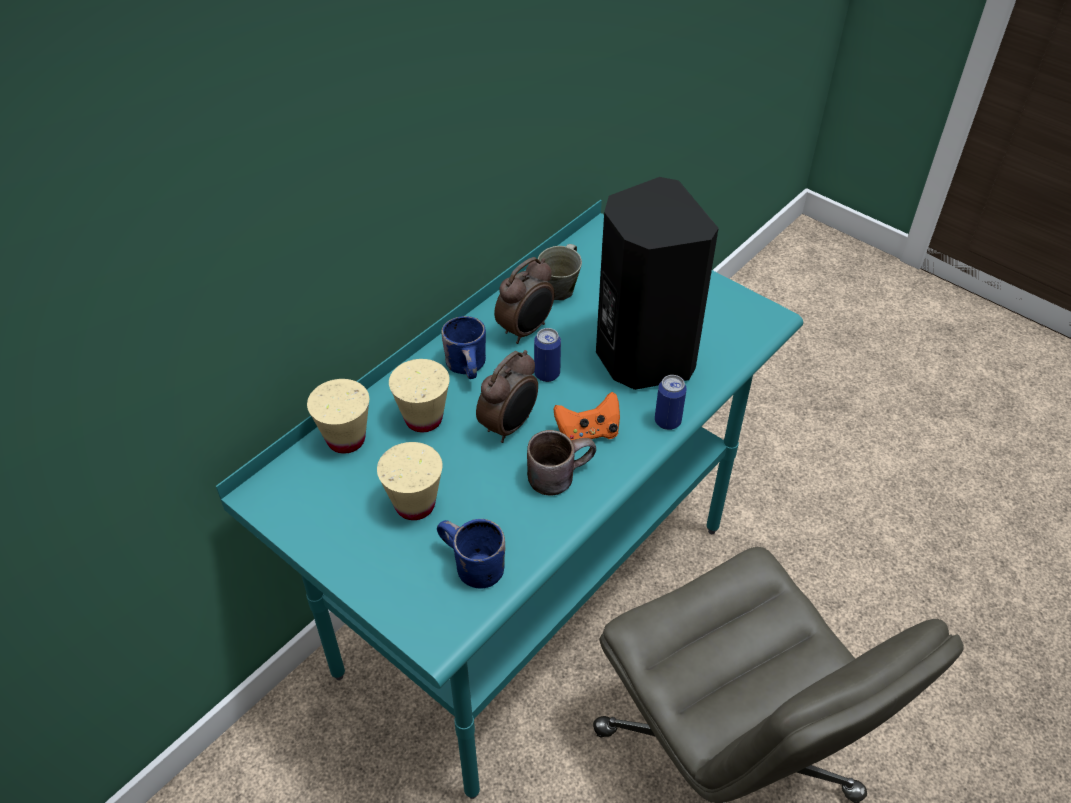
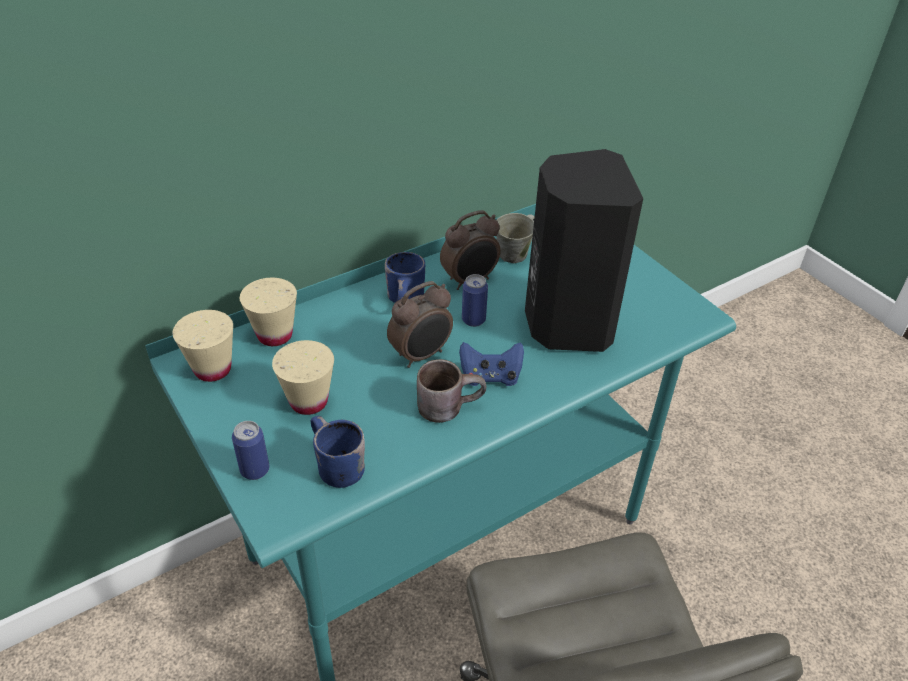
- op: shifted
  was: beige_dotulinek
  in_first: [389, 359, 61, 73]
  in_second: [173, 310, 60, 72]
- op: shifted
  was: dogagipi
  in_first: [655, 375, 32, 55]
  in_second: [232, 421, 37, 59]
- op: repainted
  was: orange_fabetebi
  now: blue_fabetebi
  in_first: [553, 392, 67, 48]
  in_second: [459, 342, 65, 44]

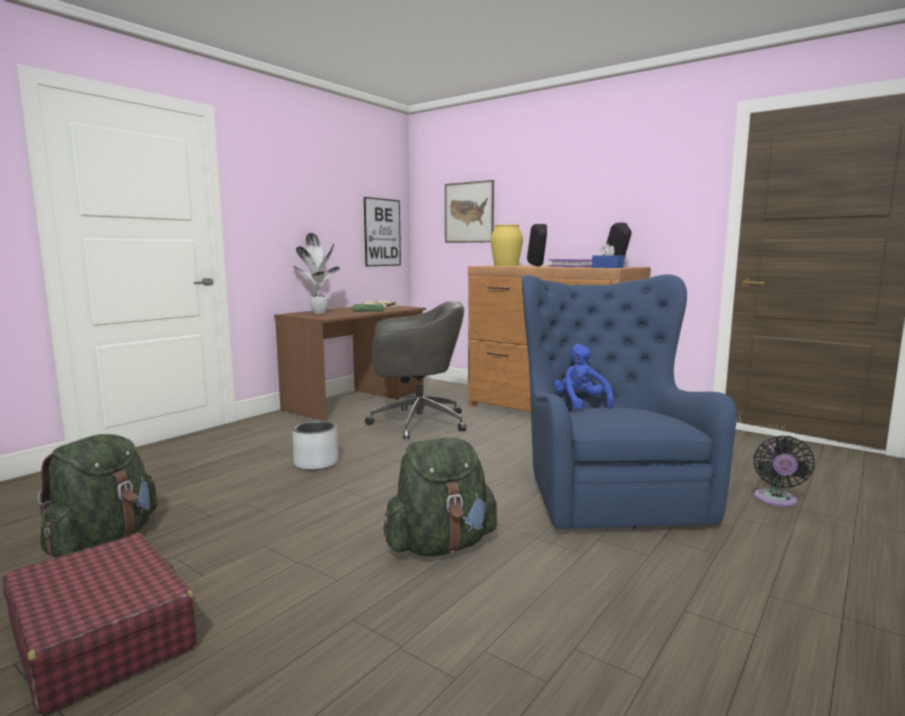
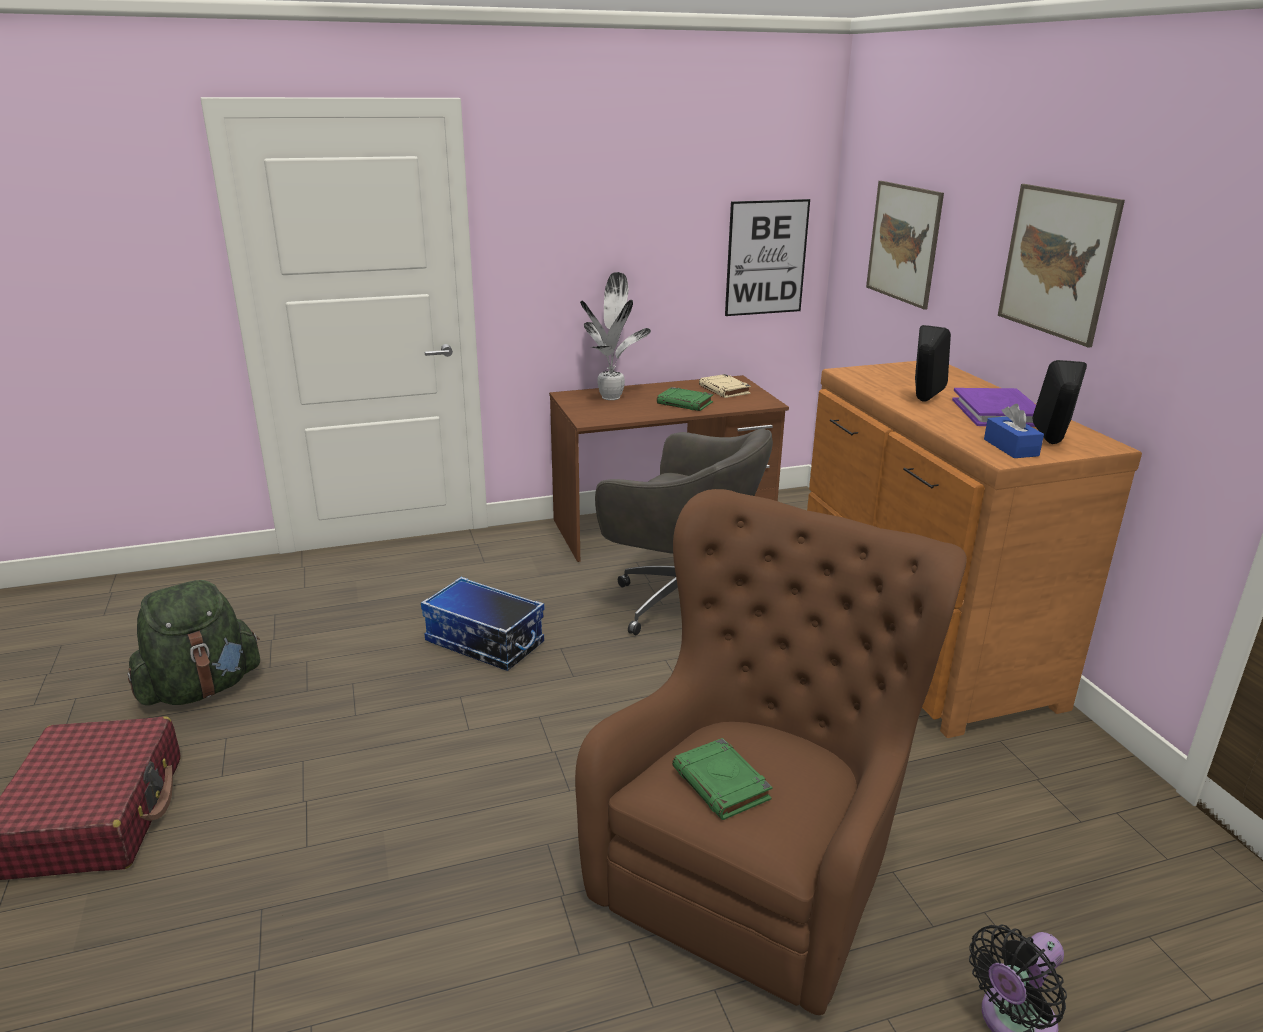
- op: gone
  was: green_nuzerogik
  in_first: [384, 437, 113, 119]
- op: gone
  was: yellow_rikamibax
  in_first: [491, 225, 32, 41]
- op: gone
  was: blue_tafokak
  in_first: [554, 344, 60, 66]
- op: new
  now: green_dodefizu
  in_second: [672, 738, 101, 82]
- op: new
  now: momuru
  in_second: [998, 184, 127, 164]
- op: swapped
  was: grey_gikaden
  now: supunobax
  in_first: [292, 421, 46, 49]
  in_second: [421, 577, 124, 94]
- op: repainted
  was: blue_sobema
  now: brown_sobema
  in_first: [521, 274, 216, 255]
  in_second: [575, 489, 392, 526]

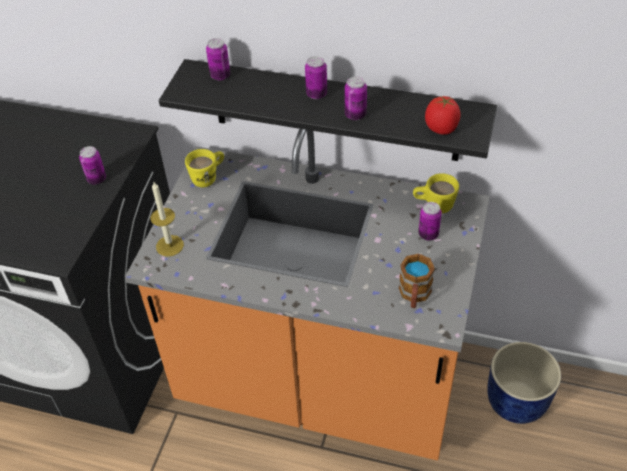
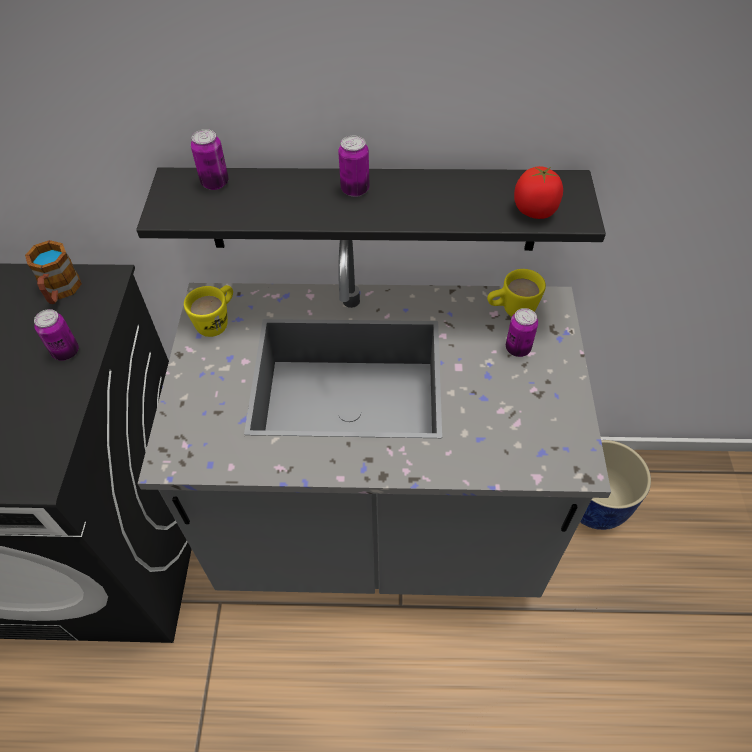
- op: gone
  was: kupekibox
  in_first: [150, 182, 34, 75]
- op: gone
  was: dogagipi
  in_first: [345, 76, 22, 44]
- op: shifted
  was: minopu
  in_first: [399, 254, 36, 54]
  in_second: [25, 240, 57, 64]
- op: repainted
  was: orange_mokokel
  now: grey_mokokel
  in_first: [125, 129, 365, 331]
  in_second: [138, 240, 473, 357]

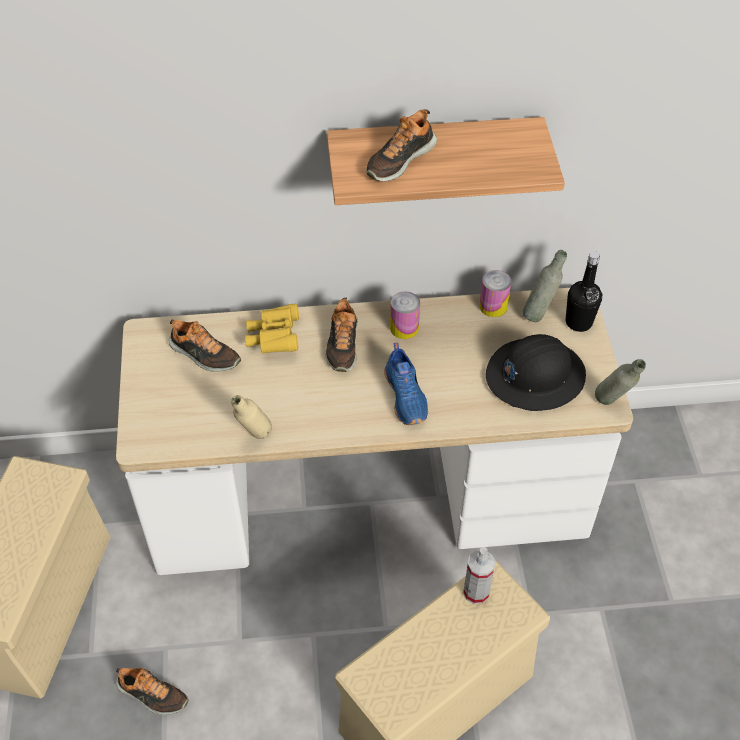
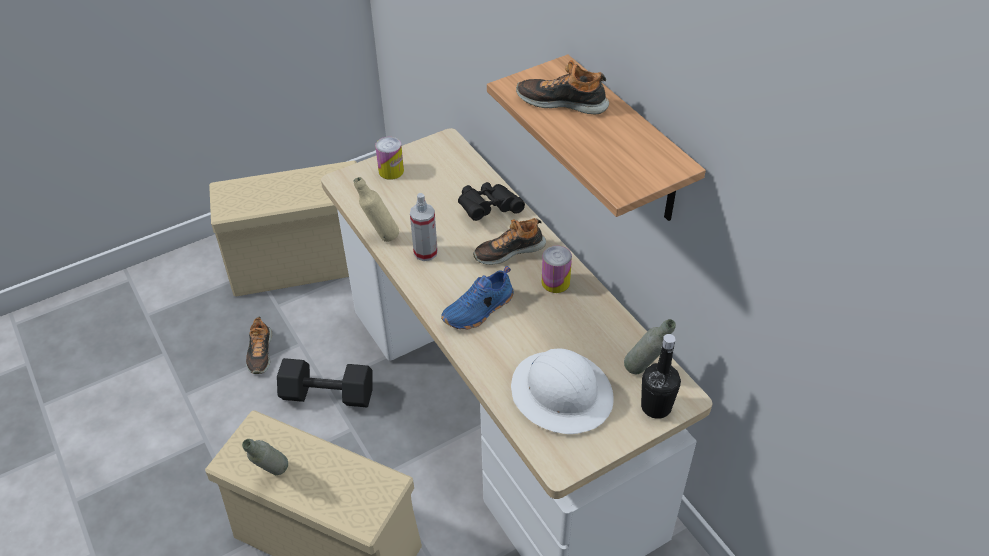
- op: gone
  was: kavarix
  in_first: [169, 320, 72, 52]
- op: new
  now: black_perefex
  in_second: [277, 358, 96, 49]
- op: shifted
  was: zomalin
  in_first: [463, 547, 32, 57]
  in_second: [410, 193, 28, 68]
- op: shifted
  was: dogagipi
  in_first: [479, 270, 33, 47]
  in_second: [375, 137, 29, 43]
- op: shifted
  was: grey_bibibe
  in_first: [595, 359, 51, 46]
  in_second: [242, 439, 46, 36]
- op: repainted
  was: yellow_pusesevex
  now: black_pusesevex
  in_first: [245, 304, 54, 50]
  in_second: [458, 182, 67, 39]
- op: repainted
  was: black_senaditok
  now: white_senaditok
  in_first: [486, 334, 100, 77]
  in_second: [511, 348, 103, 86]

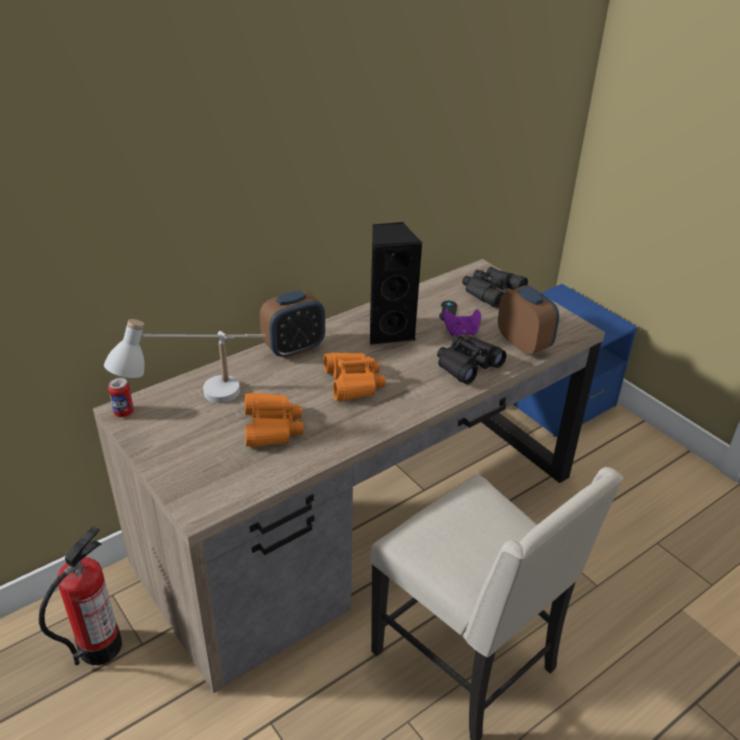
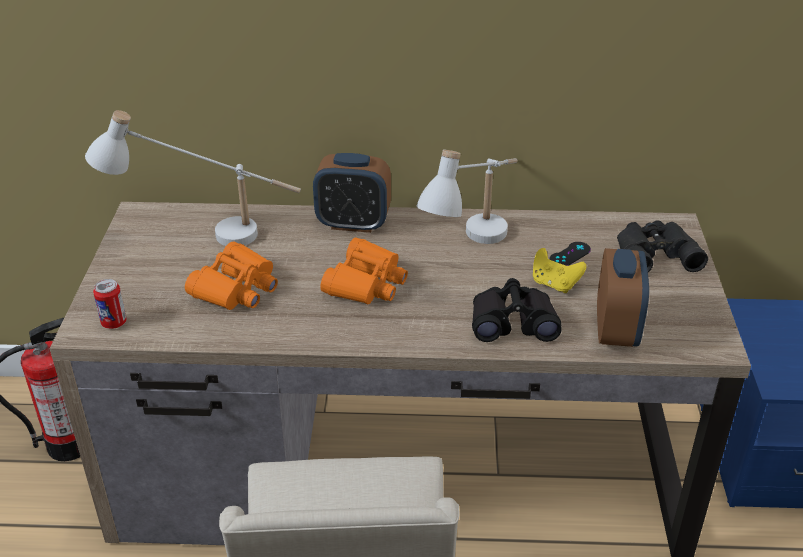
- op: shifted
  was: dogagipi
  in_first: [108, 378, 26, 39]
  in_second: [93, 279, 34, 50]
- op: swapped
  was: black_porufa
  now: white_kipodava
  in_first: [370, 222, 52, 123]
  in_second: [416, 150, 102, 94]
- op: repainted
  was: purple_fabetebi
  now: yellow_fabetebi
  in_first: [443, 310, 38, 26]
  in_second: [533, 248, 54, 45]

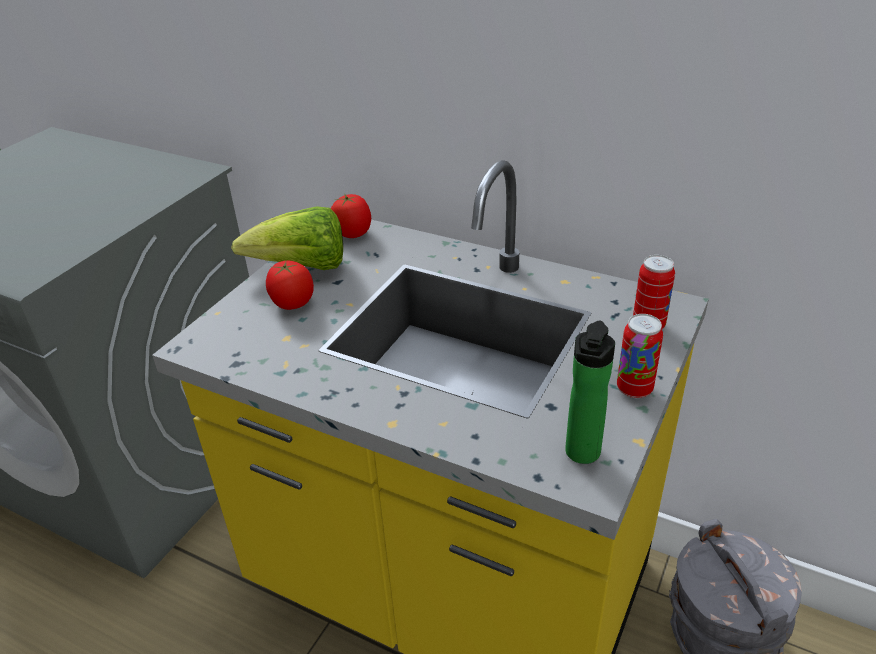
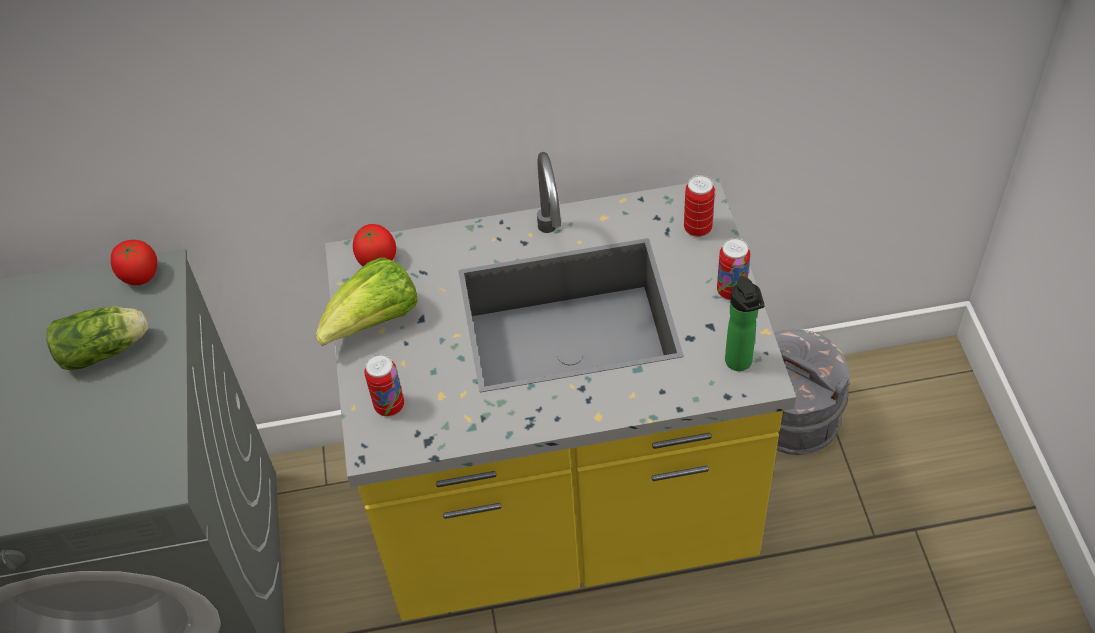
- op: new
  now: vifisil
  in_second: [46, 307, 102, 63]
- op: new
  now: dogagipi
  in_second: [364, 354, 40, 63]
- op: shifted
  was: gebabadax
  in_first: [266, 261, 48, 49]
  in_second: [111, 240, 46, 45]

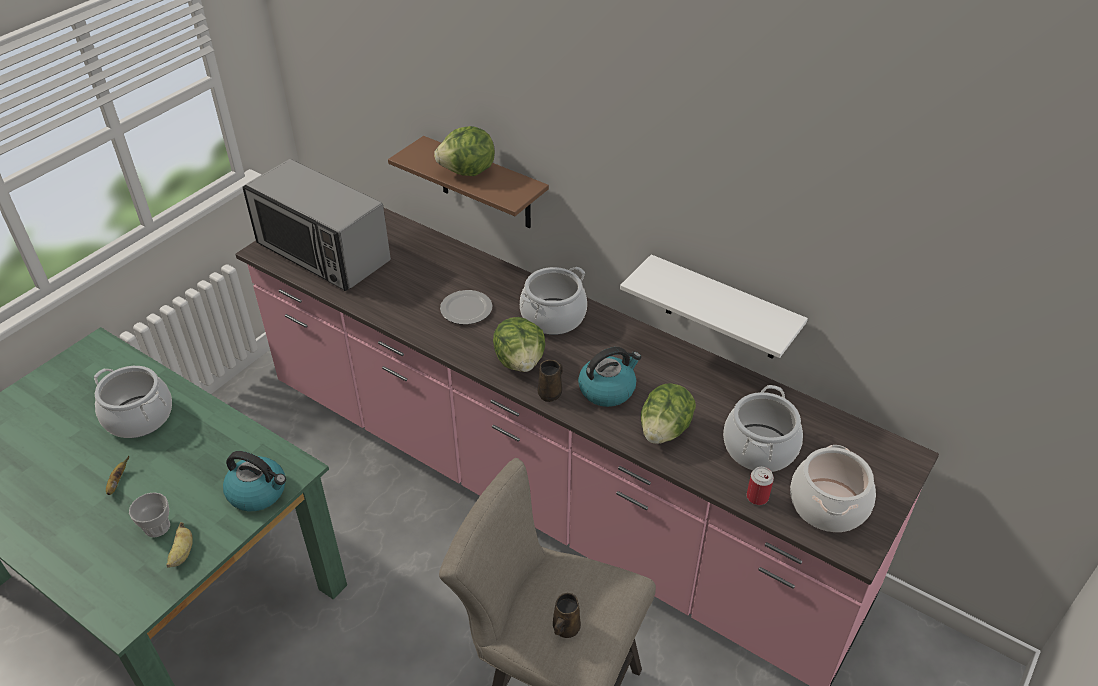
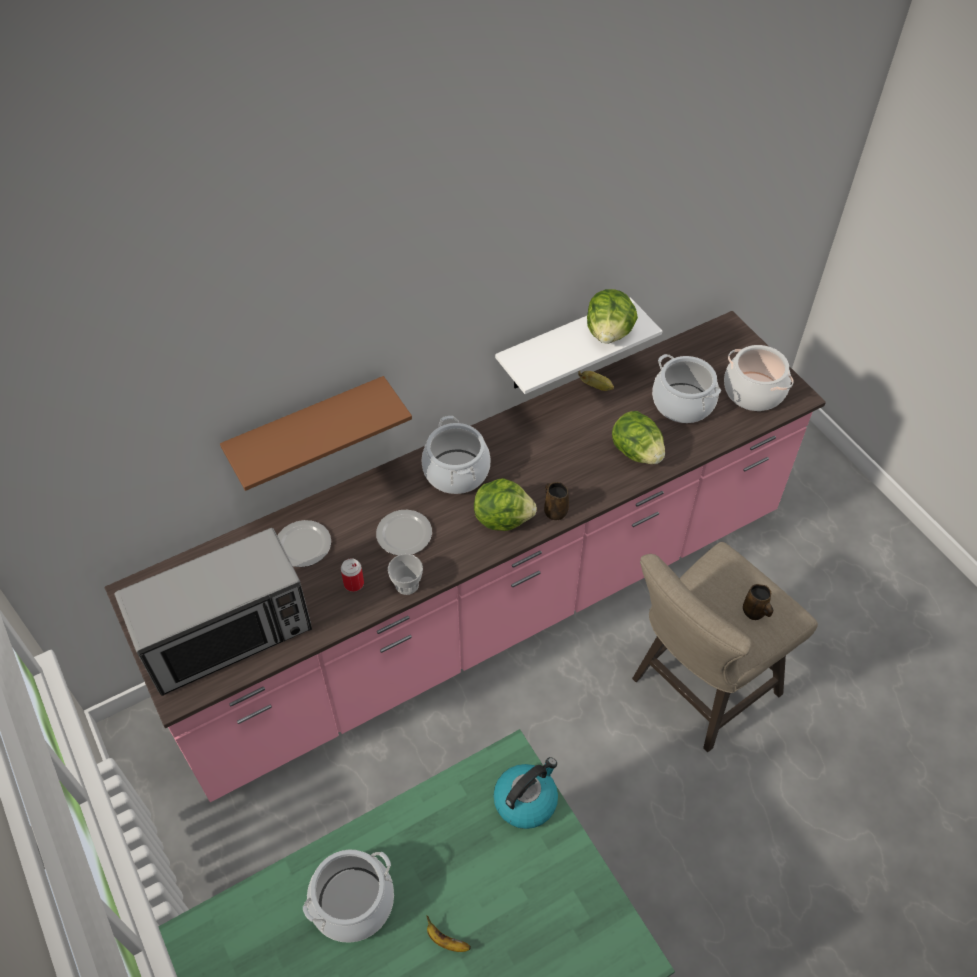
- op: gone
  was: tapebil
  in_first: [578, 347, 63, 60]
- op: new
  now: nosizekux
  in_second: [278, 520, 53, 47]
- op: shifted
  was: dotulinek
  in_first: [129, 492, 41, 46]
  in_second: [388, 554, 35, 41]
- op: shifted
  was: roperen
  in_first: [166, 522, 27, 46]
  in_second: [578, 371, 36, 20]
- op: shifted
  was: vifisil
  in_first: [434, 126, 61, 50]
  in_second: [587, 289, 51, 55]
- op: shifted
  was: dogagipi
  in_first: [747, 467, 27, 38]
  in_second: [341, 558, 23, 34]

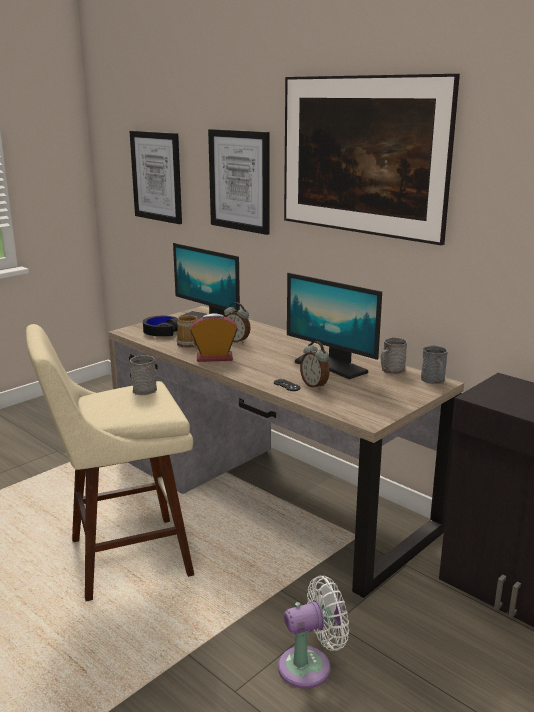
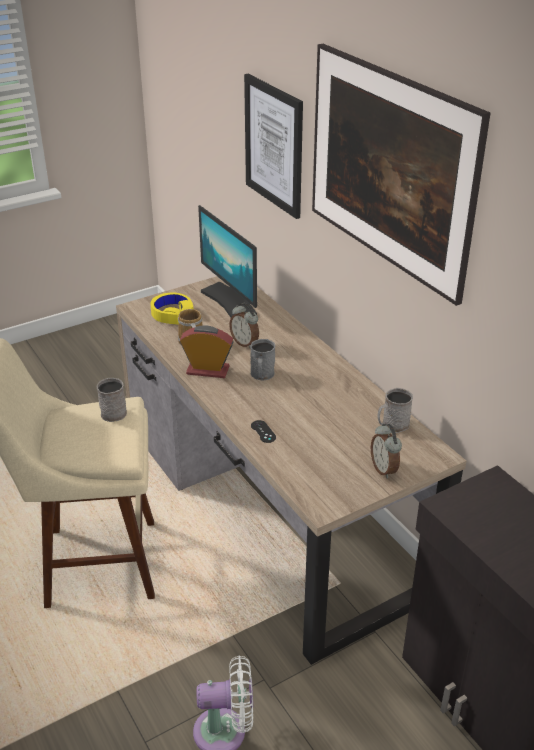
- op: gone
  was: momuru
  in_first: [130, 131, 52, 93]
- op: gone
  was: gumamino
  in_first: [287, 273, 95, 106]
- op: shifted
  was: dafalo
  in_first: [300, 341, 29, 49]
  in_second: [371, 424, 31, 55]
- op: shifted
  was: grey_minopu
  in_first: [421, 346, 27, 38]
  in_second: [250, 339, 25, 41]
- op: repainted
  was: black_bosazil
  now: yellow_bosazil
  in_first: [143, 316, 35, 20]
  in_second: [151, 293, 42, 32]

